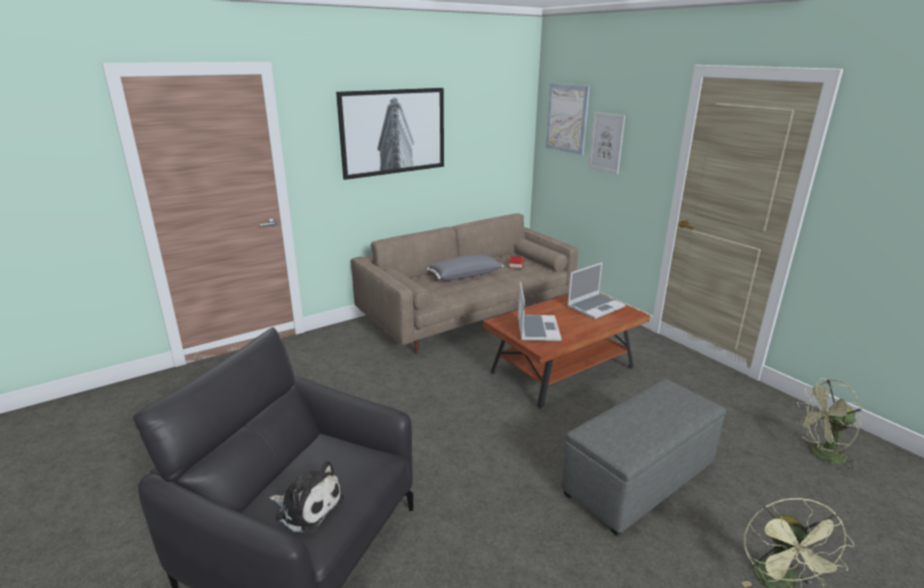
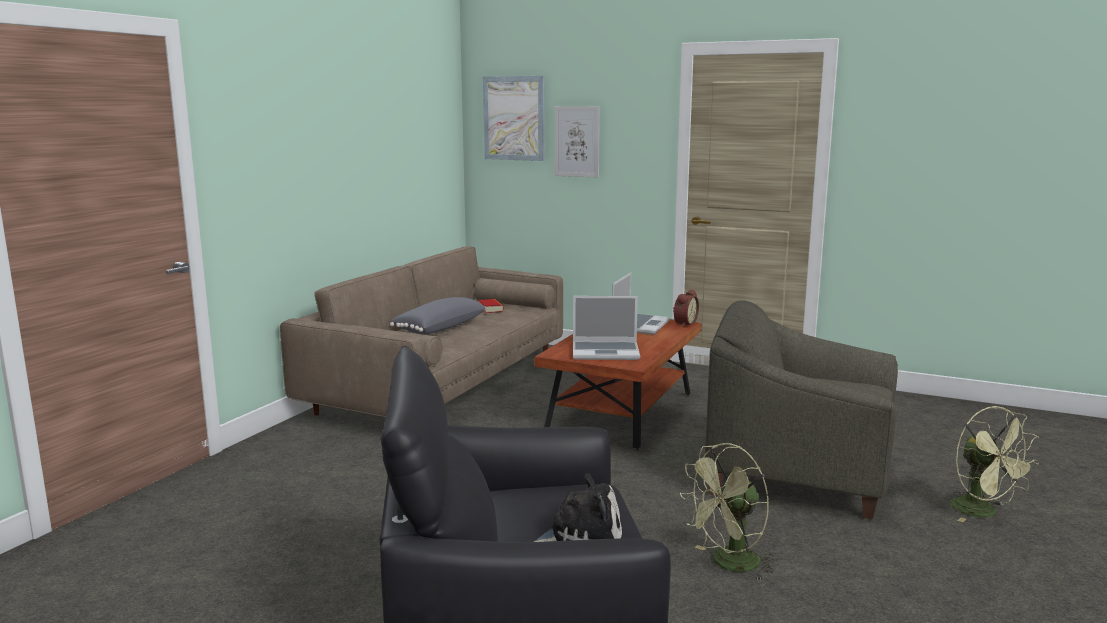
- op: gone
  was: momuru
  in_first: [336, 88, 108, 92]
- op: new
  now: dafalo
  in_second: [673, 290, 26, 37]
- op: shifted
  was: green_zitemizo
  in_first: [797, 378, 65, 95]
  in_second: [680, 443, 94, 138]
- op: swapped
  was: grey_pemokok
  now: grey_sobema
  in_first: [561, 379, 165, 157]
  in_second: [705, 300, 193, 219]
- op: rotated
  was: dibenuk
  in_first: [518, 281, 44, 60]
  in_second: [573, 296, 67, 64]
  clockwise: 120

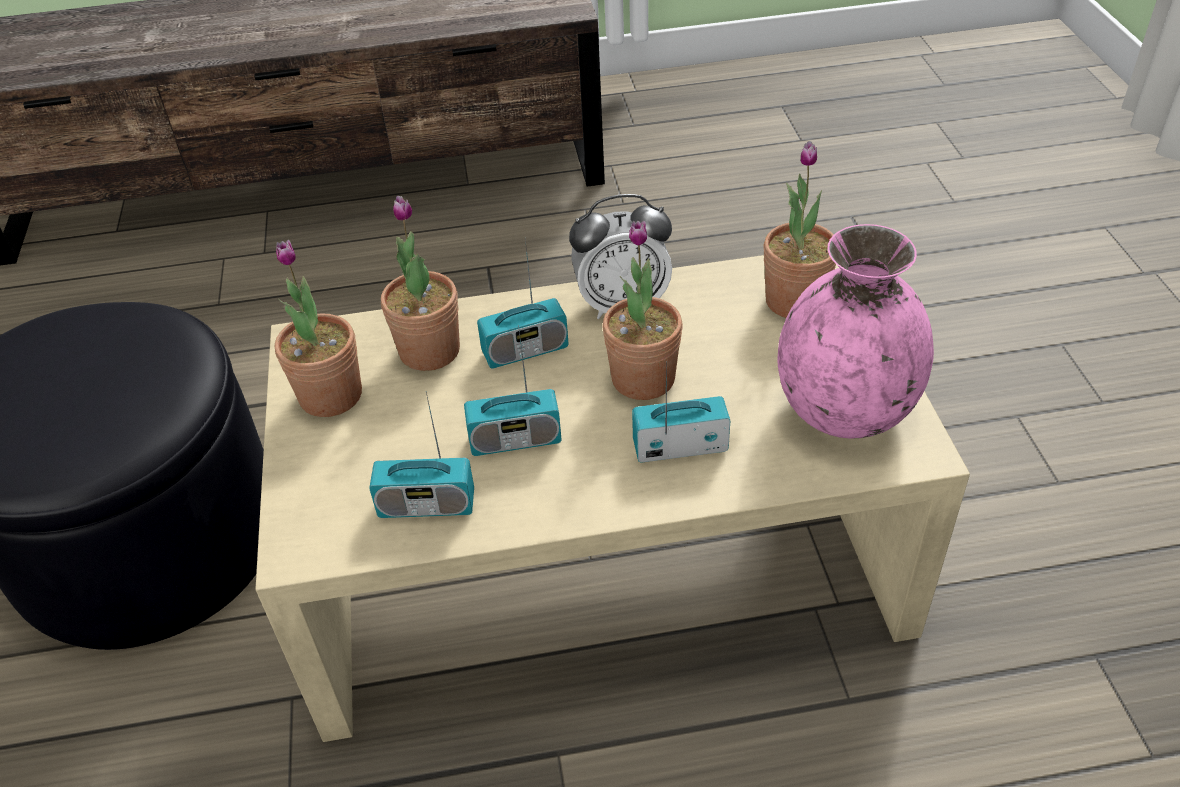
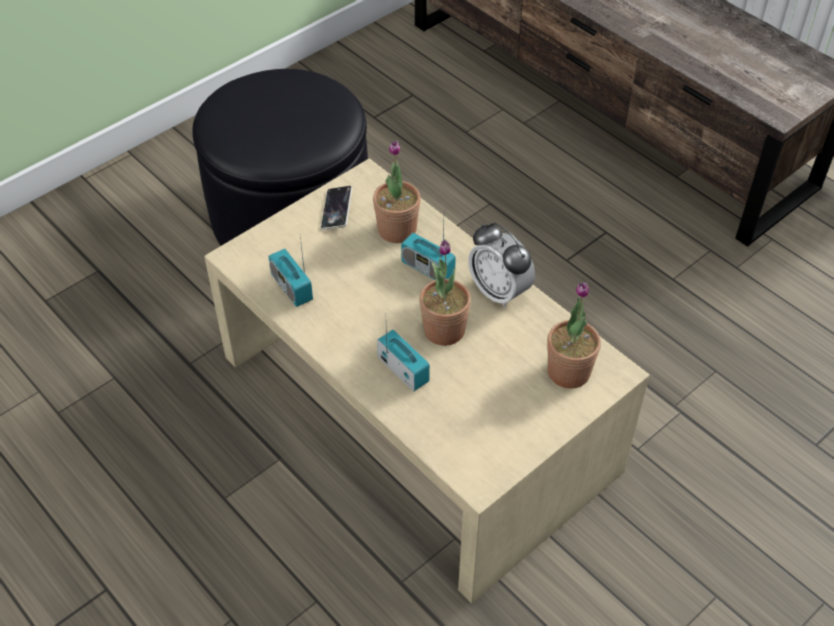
- op: gone
  was: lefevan
  in_first: [464, 325, 98, 131]
- op: gone
  was: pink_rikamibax
  in_first: [777, 224, 157, 215]
- op: swapped
  was: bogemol
  now: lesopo
  in_first: [275, 240, 87, 177]
  in_second: [321, 186, 31, 44]

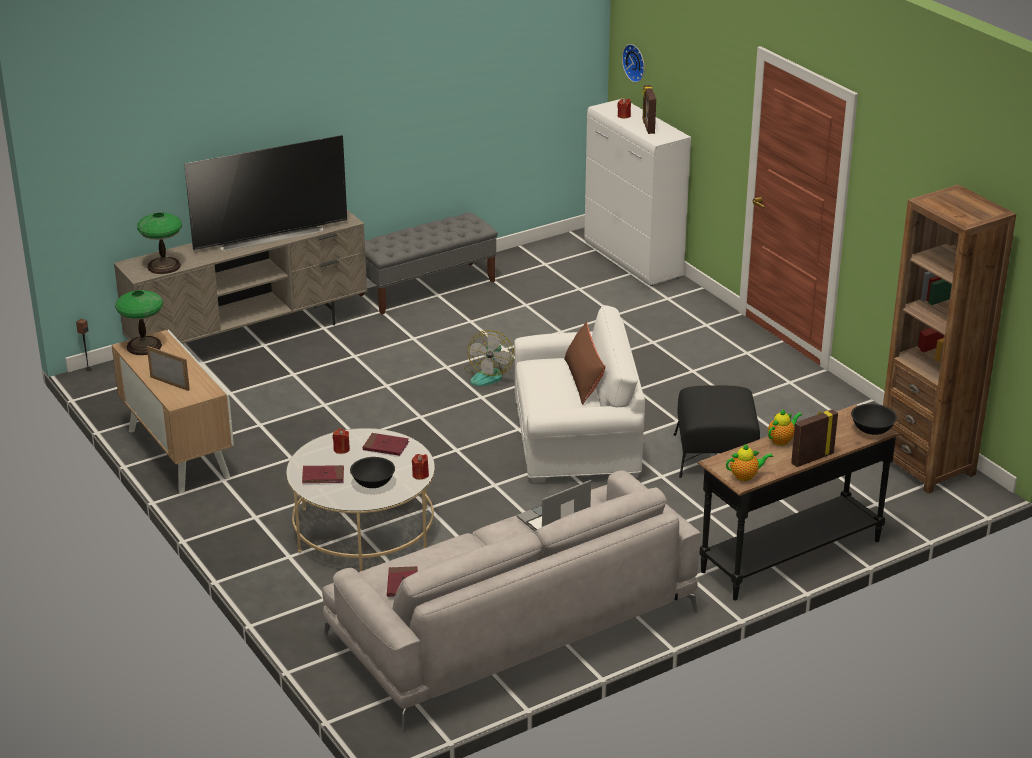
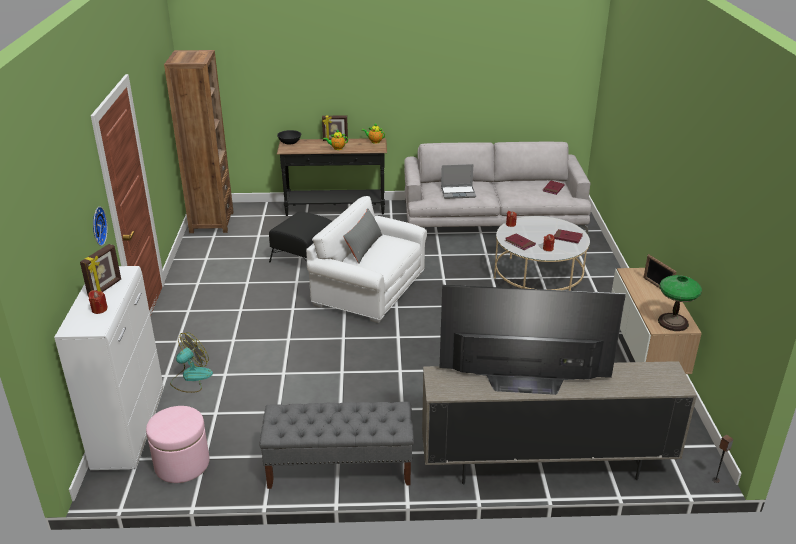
- op: gone
  was: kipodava
  in_first: [137, 212, 45, 62]
- op: gone
  was: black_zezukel
  in_first: [350, 457, 45, 31]
- op: new
  now: pink_pemokok
  in_second: [146, 406, 64, 77]
- op: shifted
  was: zitemizo
  in_first: [464, 330, 50, 56]
  in_second: [170, 332, 43, 61]
- op: shifted
  was: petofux
  in_first: [622, 44, 23, 39]
  in_second: [93, 207, 15, 39]
- op: repainted
  was: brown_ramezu
  now: grey_ramezu
  in_first: [564, 322, 42, 83]
  in_second: [343, 208, 39, 56]

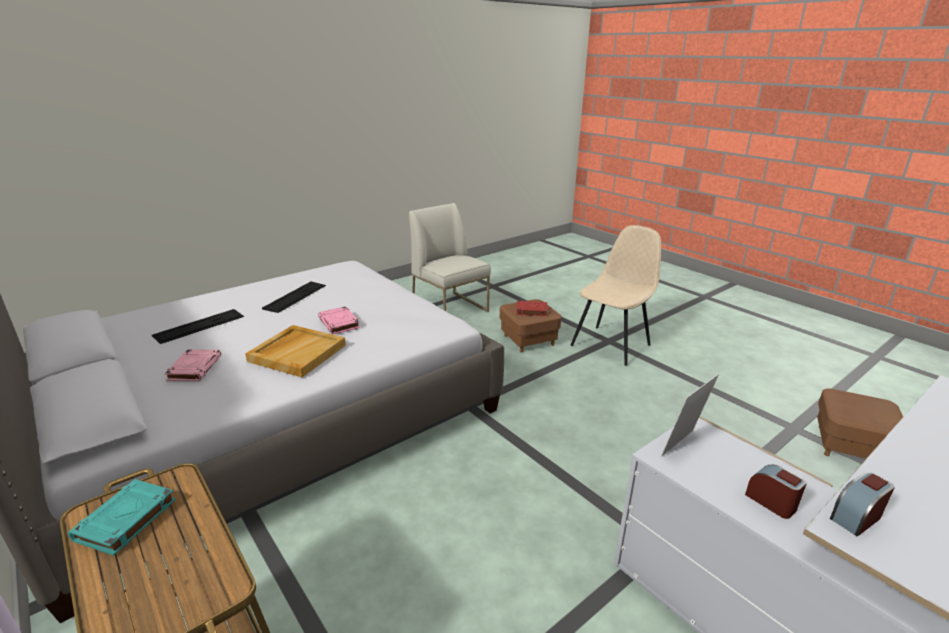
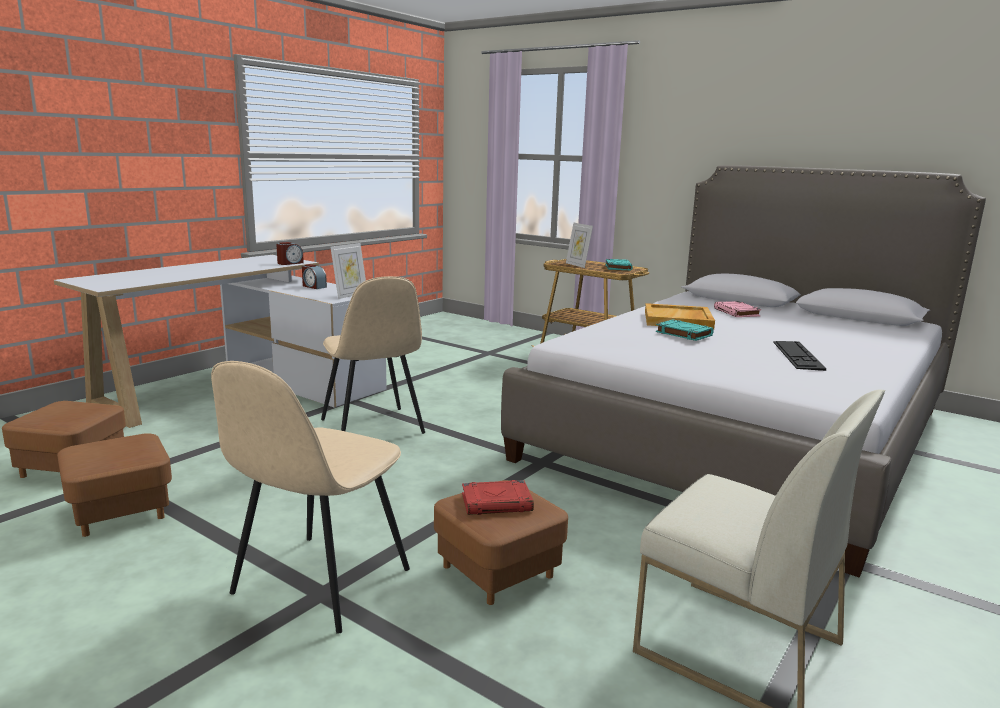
- op: gone
  was: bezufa
  in_first: [152, 309, 92, 35]
- op: new
  now: brown_pemokok
  in_second: [57, 433, 115, 104]
- op: new
  now: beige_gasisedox
  in_second: [321, 276, 104, 158]
- op: new
  now: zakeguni
  in_second: [566, 223, 27, 45]
- op: repainted
  was: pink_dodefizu
  now: turquoise_dodefizu
  in_first: [318, 306, 42, 28]
  in_second: [656, 319, 58, 22]

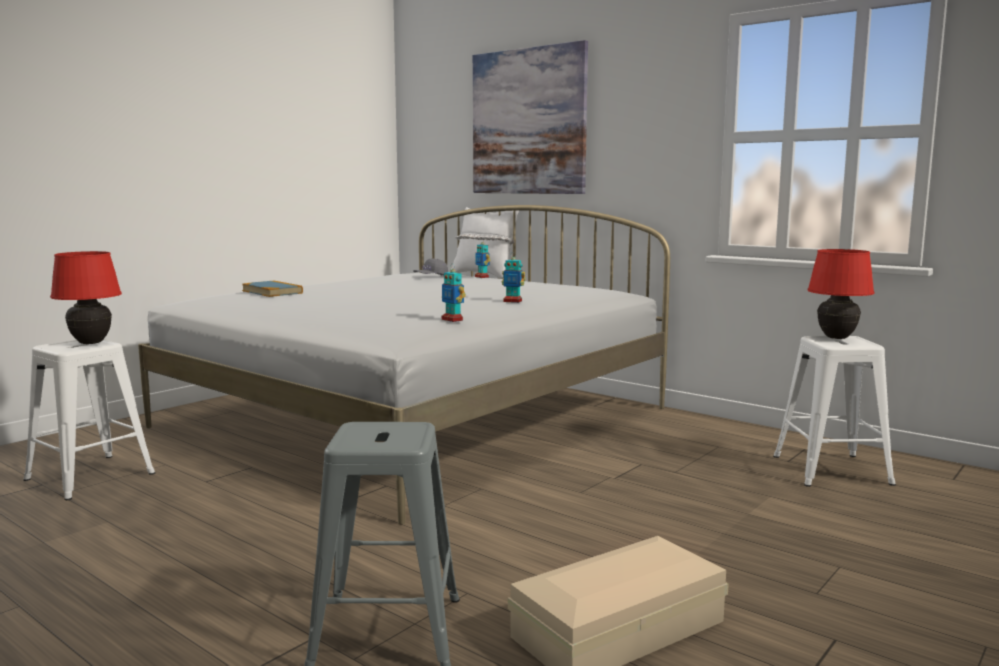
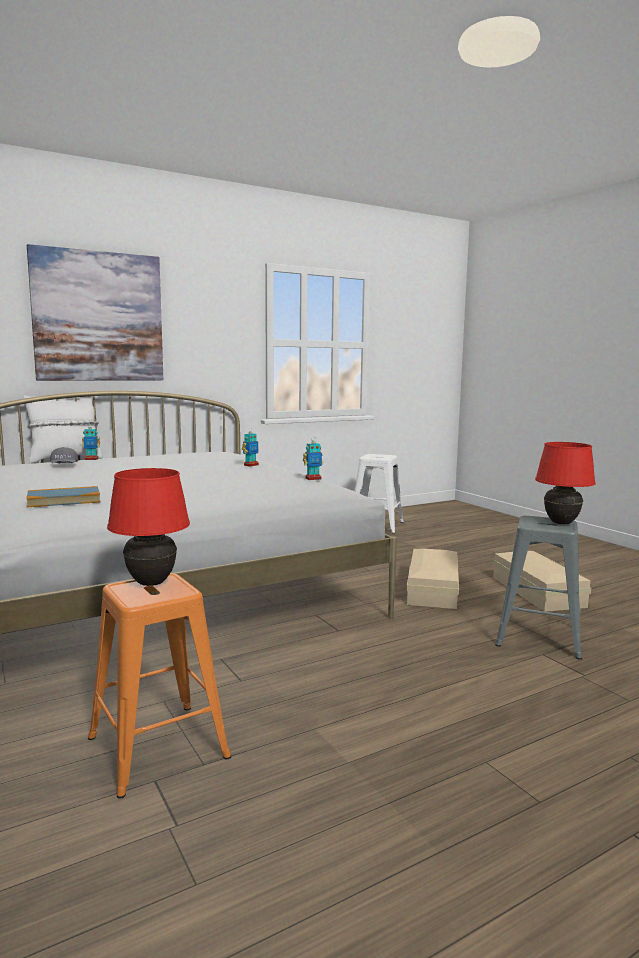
- op: new
  now: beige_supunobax
  in_second: [406, 549, 53, 60]
- op: shifted
  was: red_kipodava
  in_first: [808, 249, 66, 90]
  in_second: [535, 442, 61, 82]
- op: repainted
  was: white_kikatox
  now: orange_kikatox
  in_first: [23, 340, 132, 160]
  in_second: [88, 573, 143, 226]

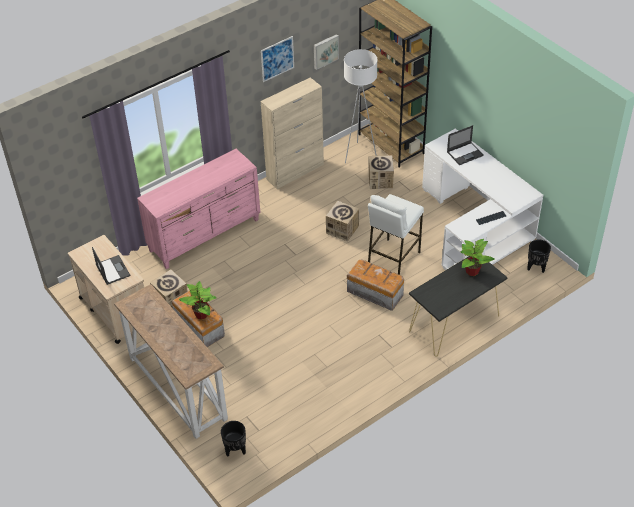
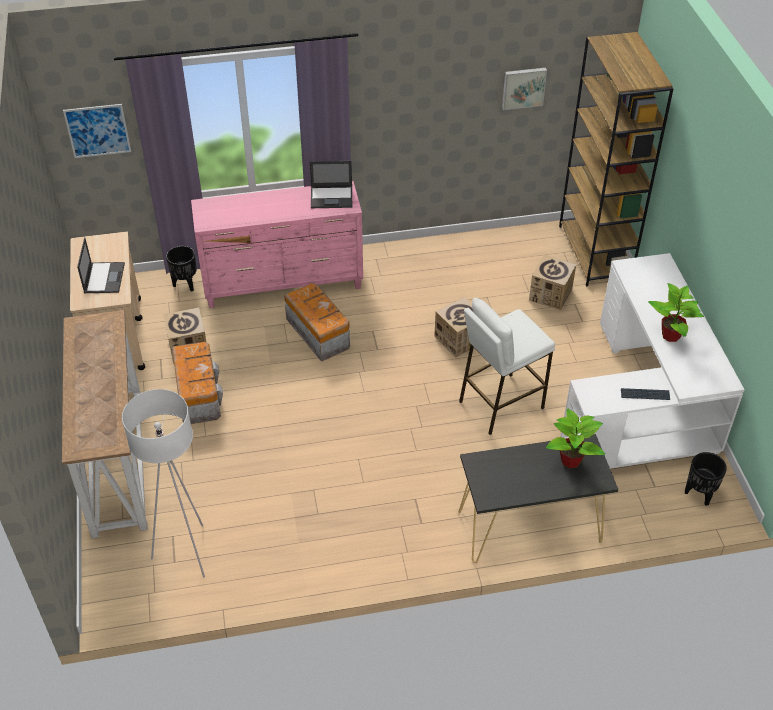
- op: gone
  was: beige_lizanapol
  in_first: [261, 77, 63, 112]
- op: shifted
  was: bogemol
  in_first: [179, 281, 38, 39]
  in_second: [648, 283, 56, 59]
- op: shifted
  was: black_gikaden
  in_first: [221, 421, 25, 36]
  in_second: [166, 246, 31, 46]
- op: shifted
  was: momuru
  in_first: [261, 36, 33, 46]
  in_second: [63, 104, 68, 54]
- op: shifted
  was: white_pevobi
  in_first: [344, 49, 34, 114]
  in_second: [122, 389, 83, 188]
- op: shifted
  was: supunobax
  in_first: [347, 259, 57, 52]
  in_second: [284, 283, 66, 79]
- op: shifted
  was: dibenuk
  in_first: [447, 125, 37, 40]
  in_second: [310, 161, 42, 47]

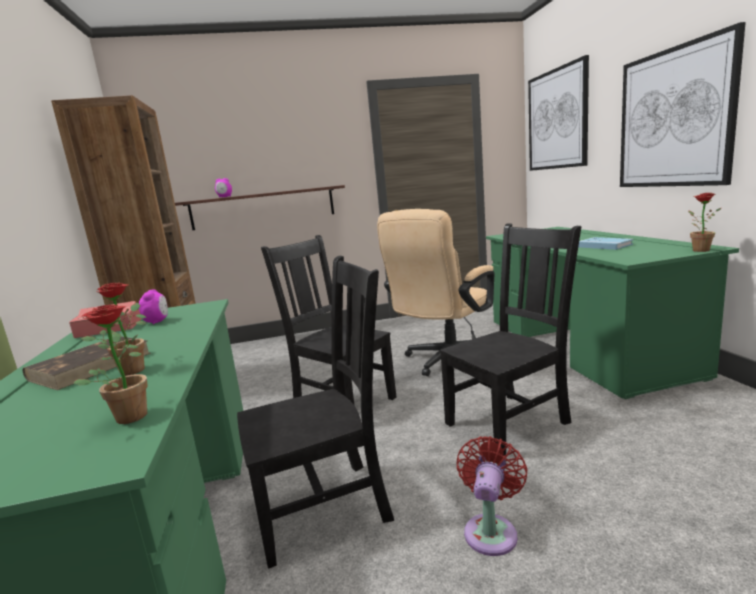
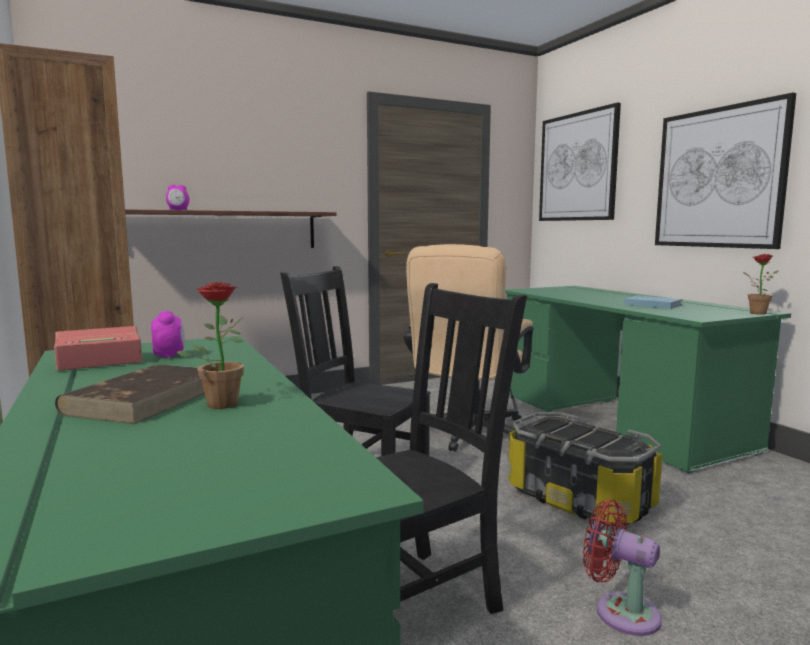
- op: gone
  was: bogemol
  in_first: [73, 304, 75, 120]
- op: swapped
  was: black_gasisedox
  now: supunobax
  in_first: [440, 223, 141, 232]
  in_second: [508, 412, 155, 114]
- op: rotated
  was: red_zitemizo
  in_first: [457, 436, 71, 120]
  in_second: [583, 499, 79, 137]
  clockwise: -60

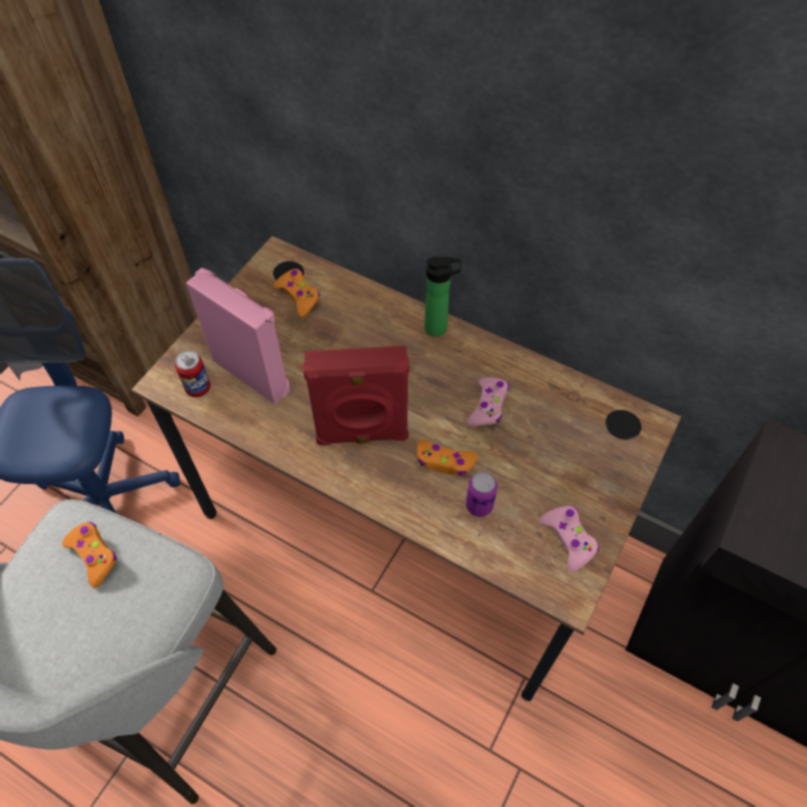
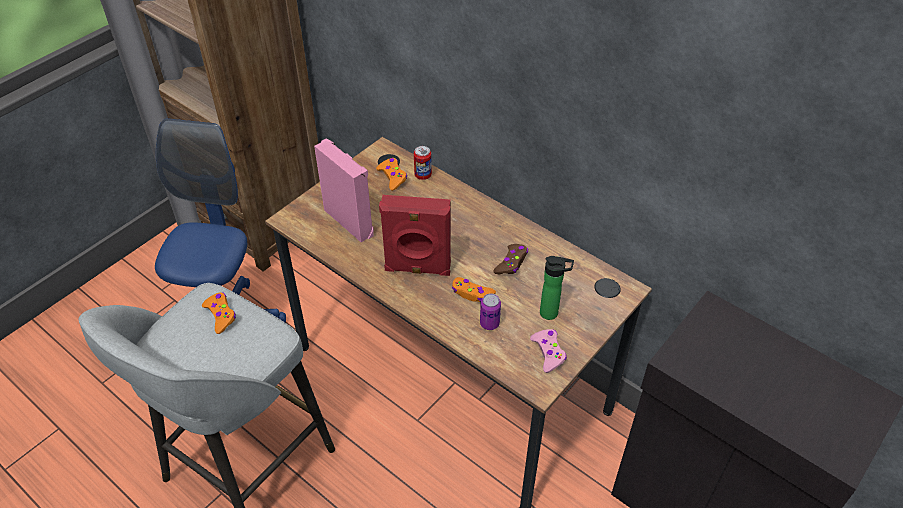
- op: shifted
  was: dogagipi
  in_first: [175, 351, 36, 46]
  in_second: [414, 146, 18, 34]
- op: shifted
  was: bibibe
  in_first: [425, 256, 37, 81]
  in_second: [540, 256, 34, 64]
- op: repainted
  was: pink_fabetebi
  now: brown_fabetebi
  in_first: [467, 377, 42, 50]
  in_second: [494, 244, 34, 30]

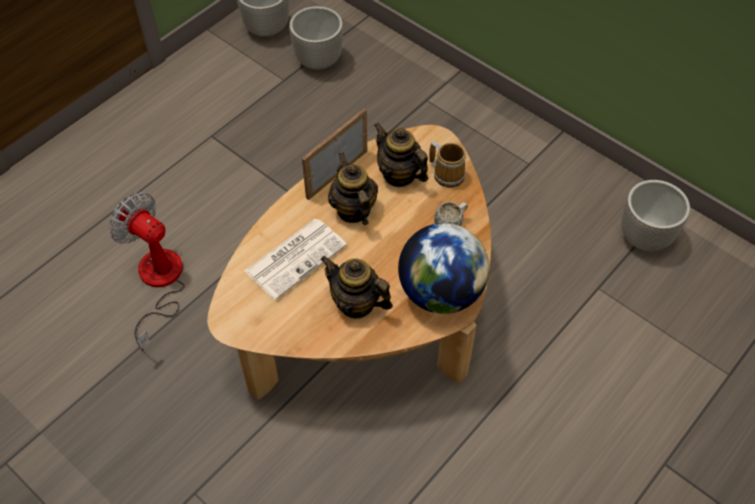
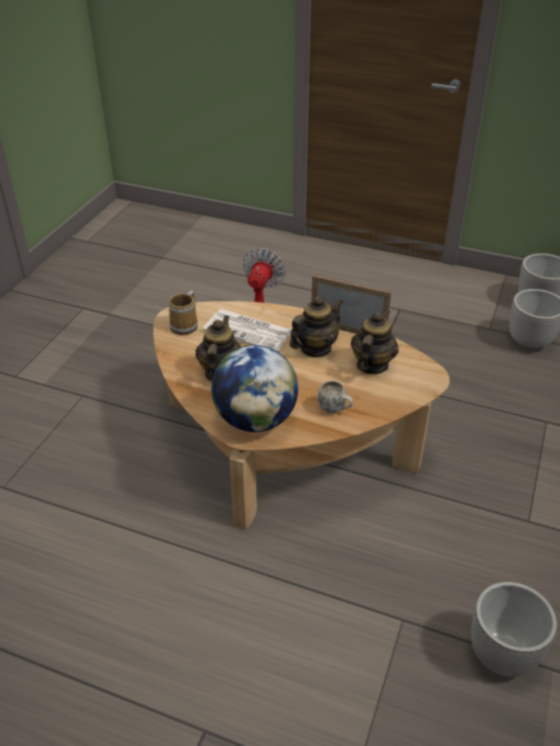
- op: shifted
  was: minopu
  in_first: [429, 141, 37, 47]
  in_second: [169, 290, 29, 45]

